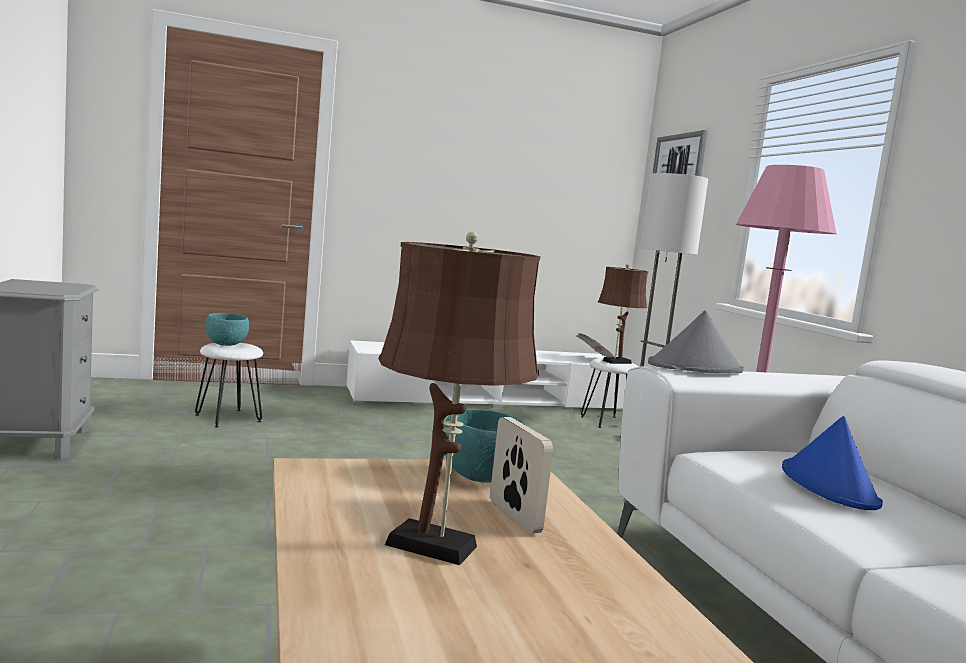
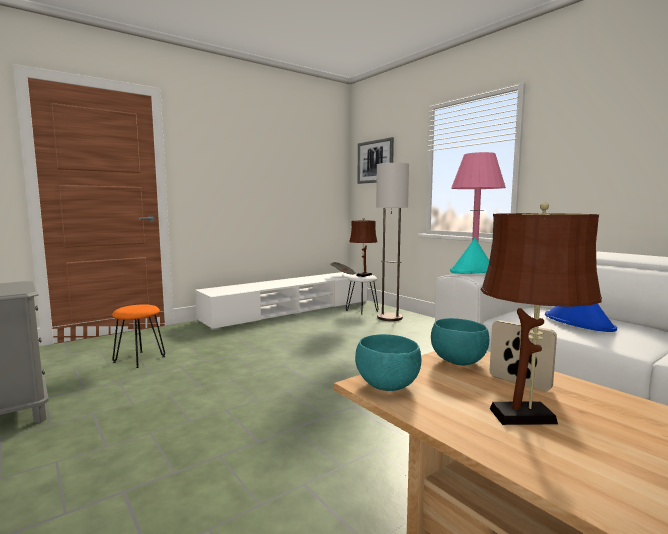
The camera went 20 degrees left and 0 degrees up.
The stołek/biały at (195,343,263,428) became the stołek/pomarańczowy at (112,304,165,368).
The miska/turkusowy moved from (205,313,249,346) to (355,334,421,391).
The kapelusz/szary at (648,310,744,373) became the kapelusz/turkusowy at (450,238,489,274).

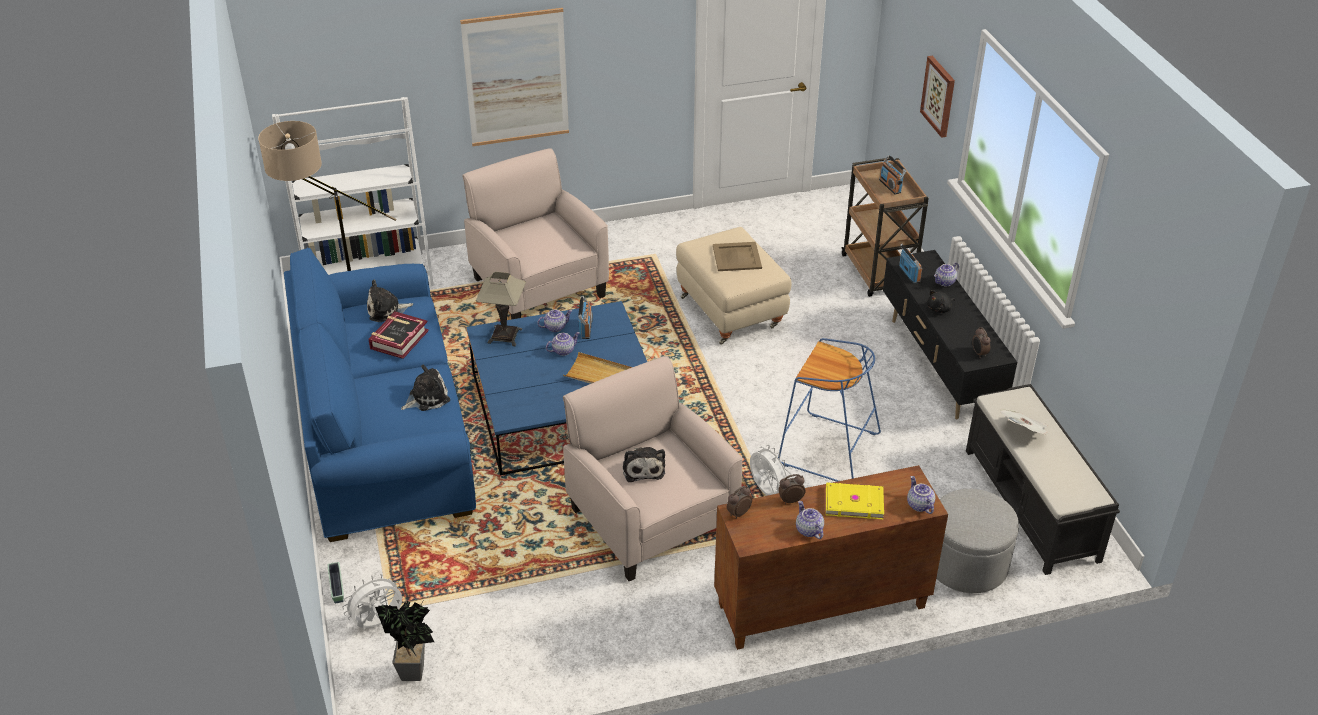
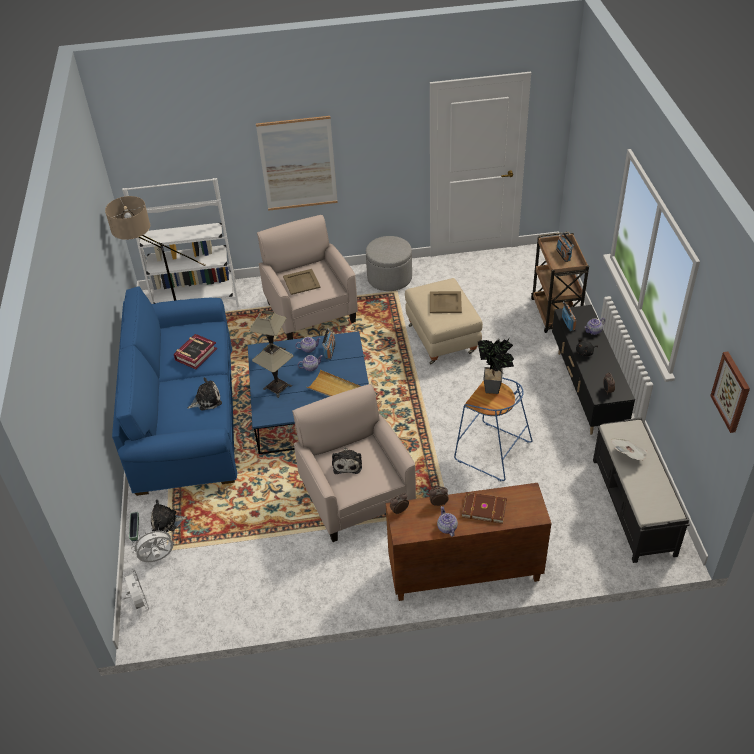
The camera went 10 degrees right and 5 degrees up.
The wentylator/biały moved from (750,445,791,496) to (122,569,149,611).
The pluszak moved from (367,280,413,322) to (151,500,187,532).
The lampa stołowa at (252,343,293,398) appeared.
The taca/beżowy at (283,269,321,295) appeared.
The pufa/szary moved from (936,489,1019,593) to (366,236,412,291).
The książka/żółty at (826,482,884,519) became the książka/brązowy at (462,492,507,524).
The roślina doniczkowa moved from (375,597,434,681) to (478,337,514,394).
The obraz moved from (920,56,955,138) to (710,352,750,433).
The imbryk at (907,476,935,514) disappeared.

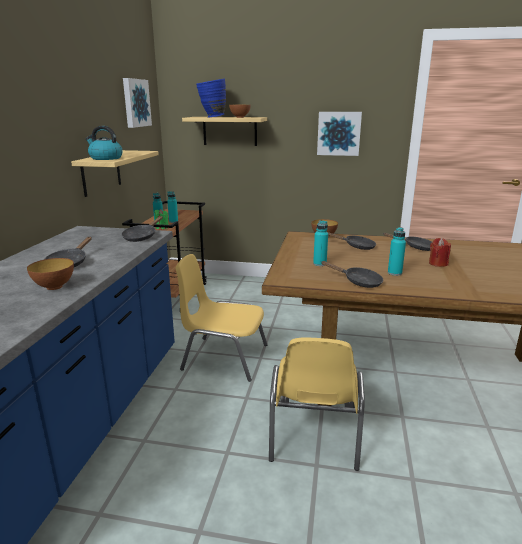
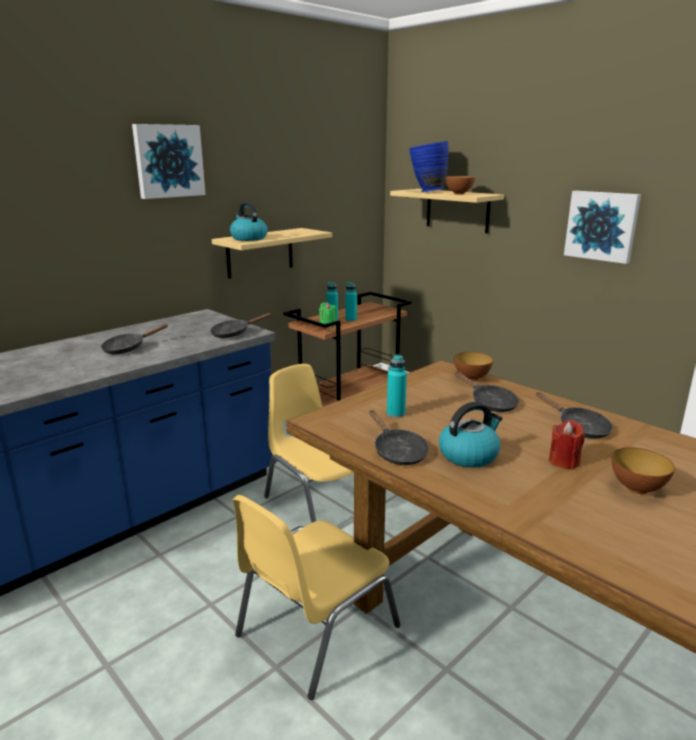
The camera went 35 degrees right and 0 degrees up.
The obraz moved from (123,78,152,128) to (132,124,206,199).
The butelka/turkusowy at (388,227,406,276) was replaced by the czajnik at (439,402,503,468).
The miska moved from (27,258,74,290) to (612,447,675,494).

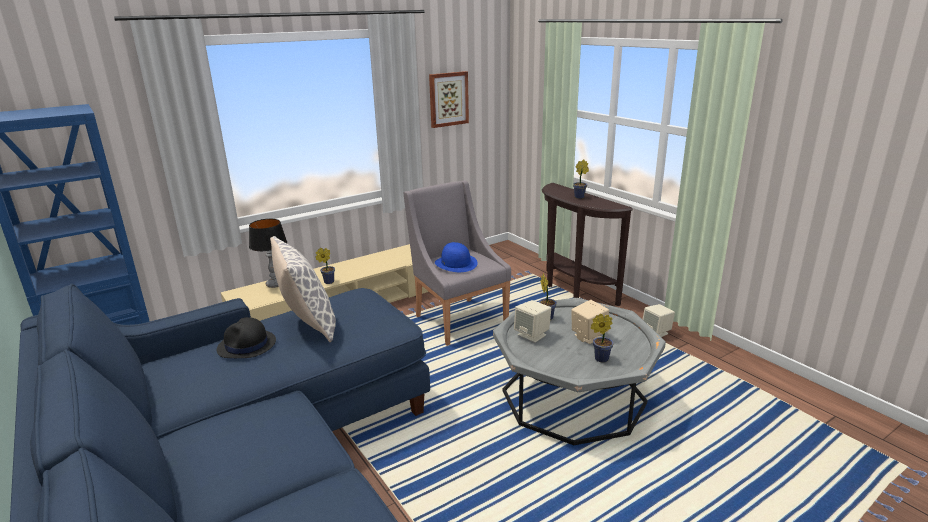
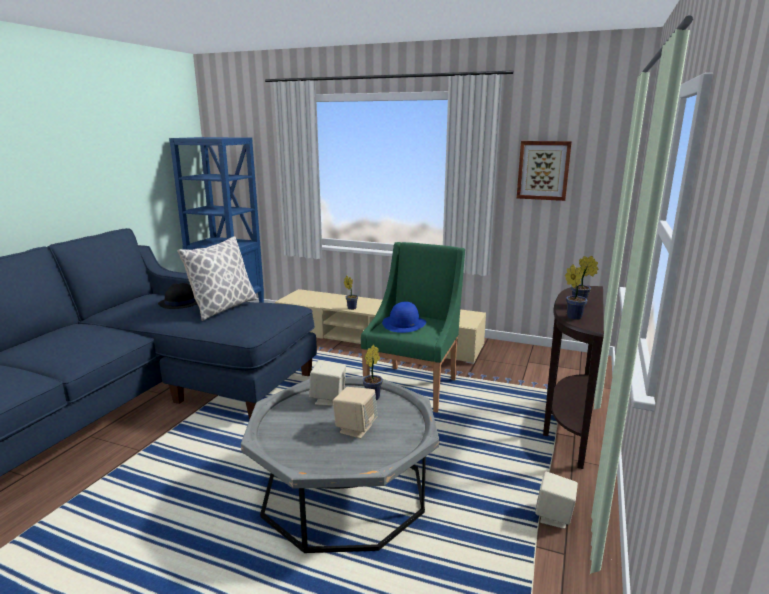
The camera went 55 degrees right and 5 degrees down.
The fotel/szary at (404,181,511,346) became the fotel/zielony at (361,242,465,413).
The roślina doniczkowa moved from (591,314,613,363) to (565,265,588,320).
The lampa stołowa at (249,219,287,288) disappeared.

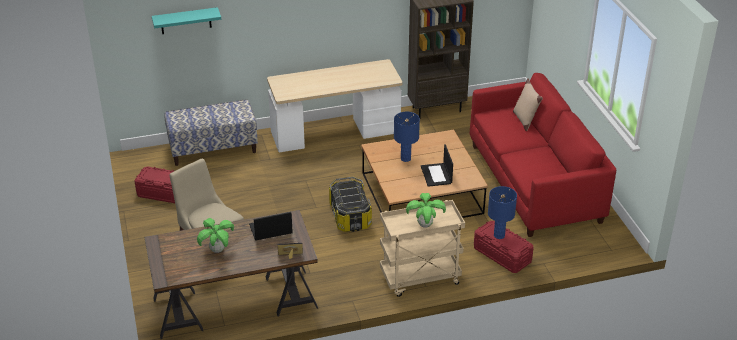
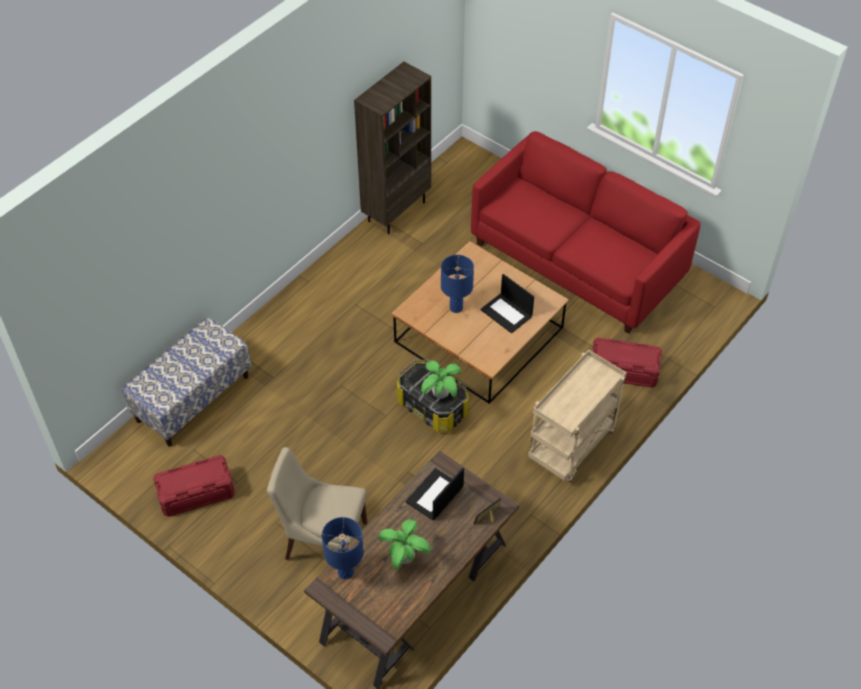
The camera went 35 degrees left and 15 degrees up.
The lampa stołowa/niebieski moved from (488,186,517,239) to (322,517,364,579).
The roślina doniczkowa moved from (406,193,446,228) to (421,361,461,399).
The półka/turkusowy at (152,7,221,34) disappeared.
The biurko at (267,59,403,152) disappeared.
The poduszka/beżowy at (513,78,543,132) disappeared.

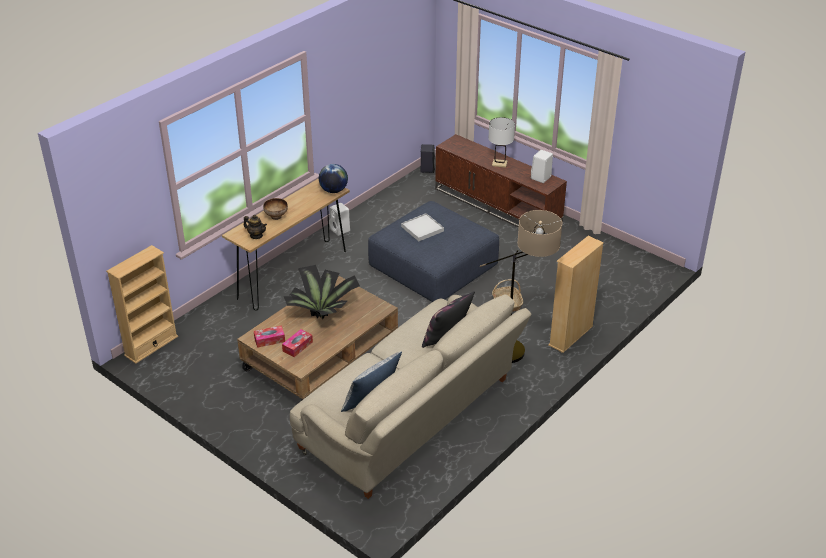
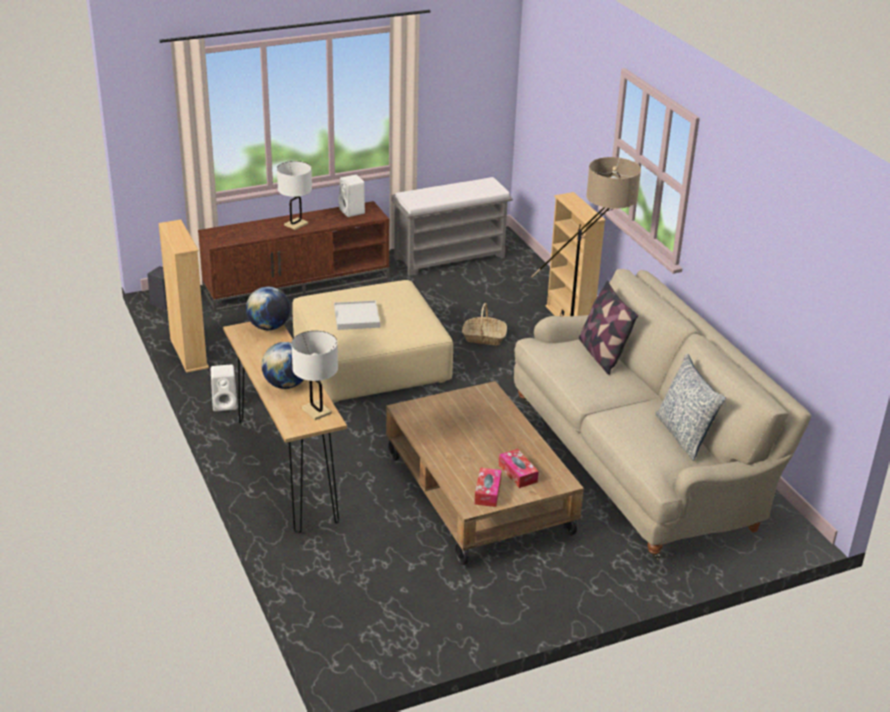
The camera went 65 degrees left and 5 degrees down.
The regał/beżowy moved from (106,245,178,364) to (158,220,209,373).
The miska at (263,198,288,220) was replaced by the globus at (261,342,304,389).
The imbryk at (244,215,267,239) was replaced by the lampa stołowa/biały at (291,331,338,420).
The pufa/niebieski at (368,201,499,302) became the pufa/beżowy at (292,280,453,403).
The ławka/szary at (391,177,513,276) appeared.
The roślina doniczkowa at (284,265,360,319) disappeared.

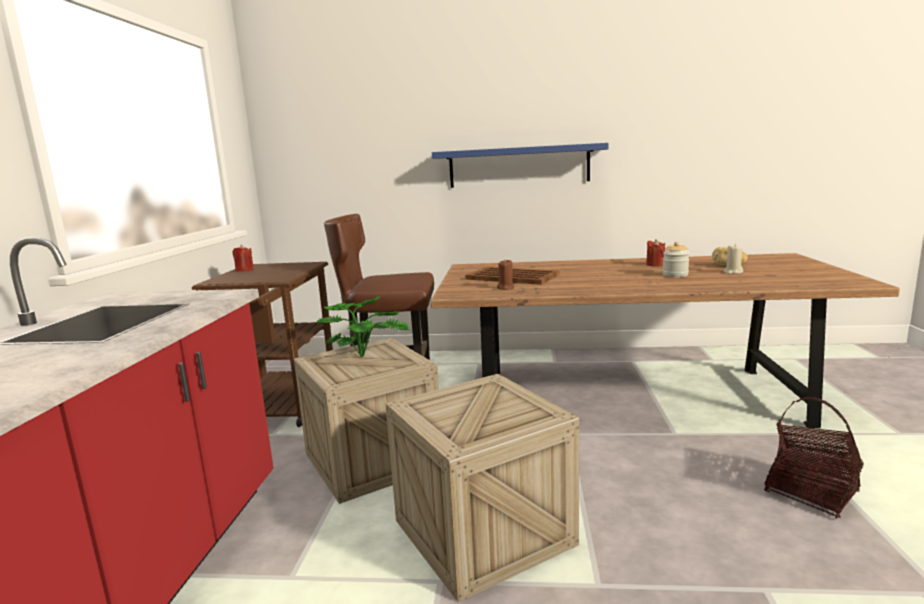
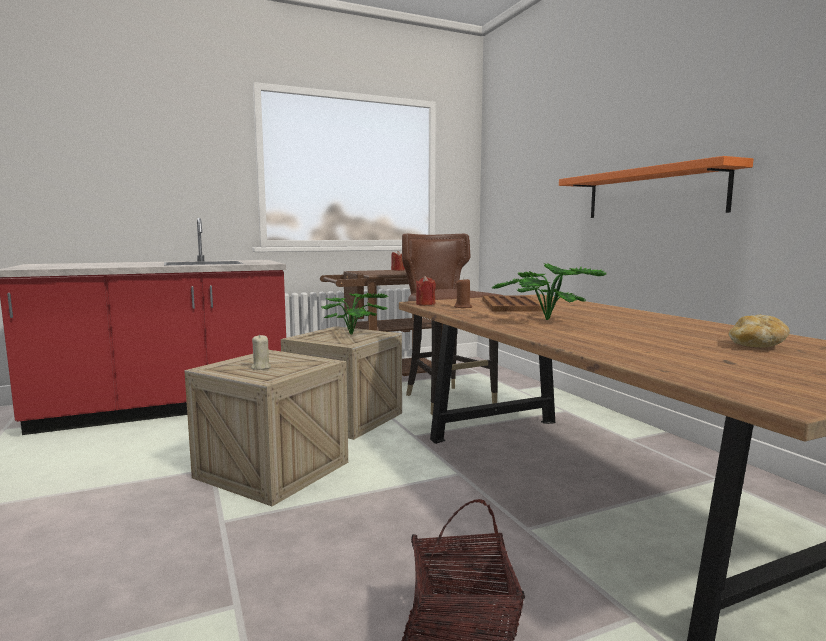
The camera went 60 degrees right and 5 degrees down.
The świeca/beżowy moved from (723,245,743,274) to (251,335,271,370).
The świeca/czerwony moved from (646,239,665,267) to (416,276,436,305).
The roślina doniczkowa at (492,262,606,320) appeared.
The półka/niebieski at (432,143,609,188) became the półka/pomarańczowy at (559,156,753,218).
The słoik at (662,242,690,277) disappeared.

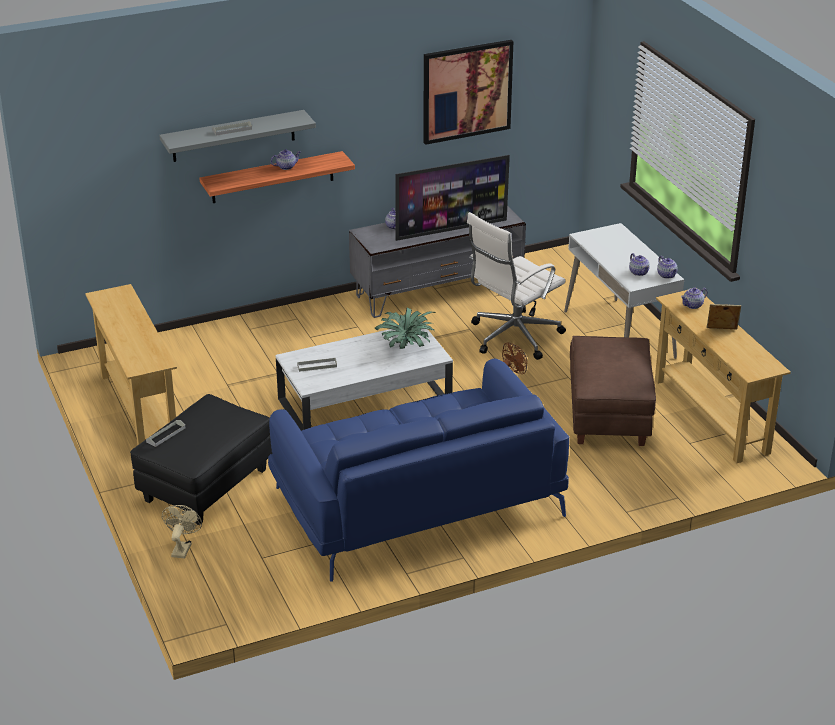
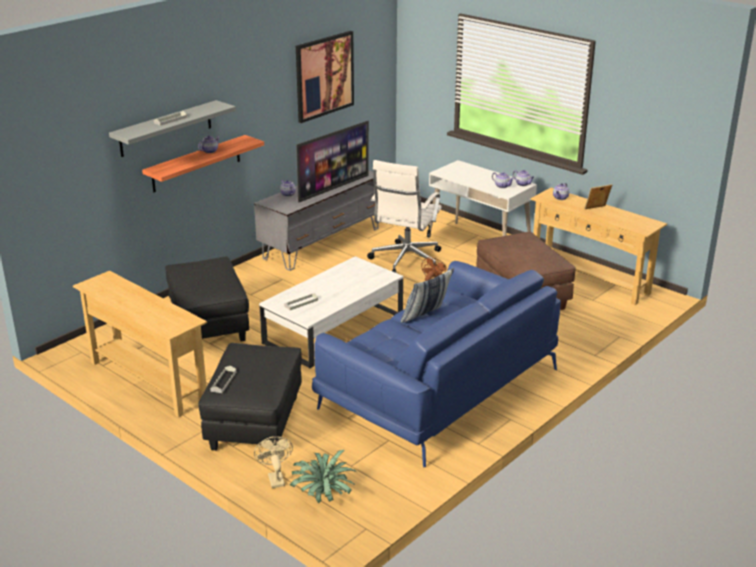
The camera went 25 degrees left and 5 degrees down.
The pufa/czarny at (165,257,249,342) appeared.
The roślina doniczkowa moved from (375,308,436,349) to (290,450,357,503).
The poduszka at (401,268,454,323) appeared.

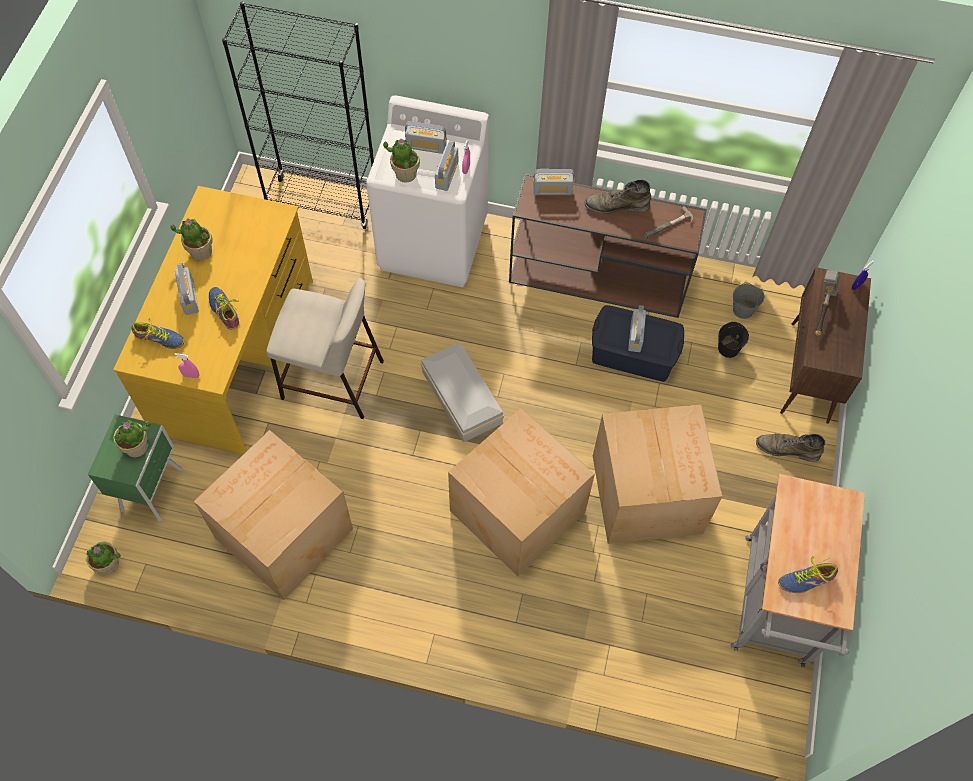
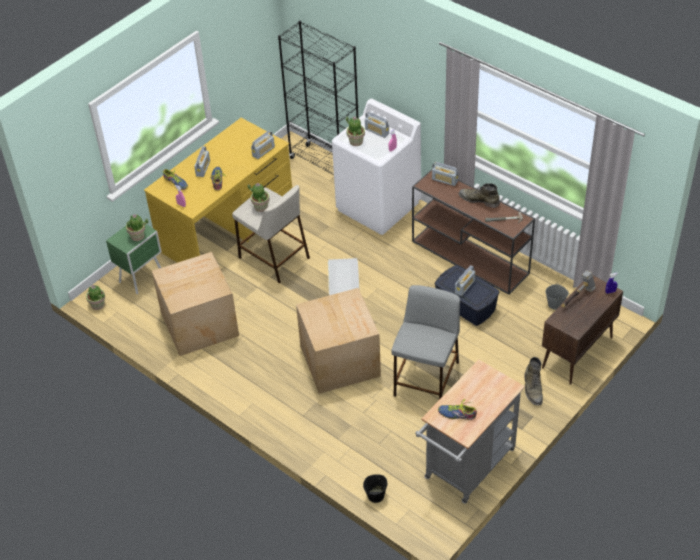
The camera went 30 degrees right and 15 degrees down.
The roślina doniczkowa moved from (170,219,212,261) to (248,183,269,212).
The radio moved from (435,141,458,191) to (251,131,275,159).
The wiadro/czarny moved from (718,322,749,358) to (363,475,388,503).
The karton at (593,404,722,544) was replaced by the stołek/szary at (391,285,460,400).
The but z cholewką/zielony at (756,434,826,462) turned 135 degrees counterclockwise.

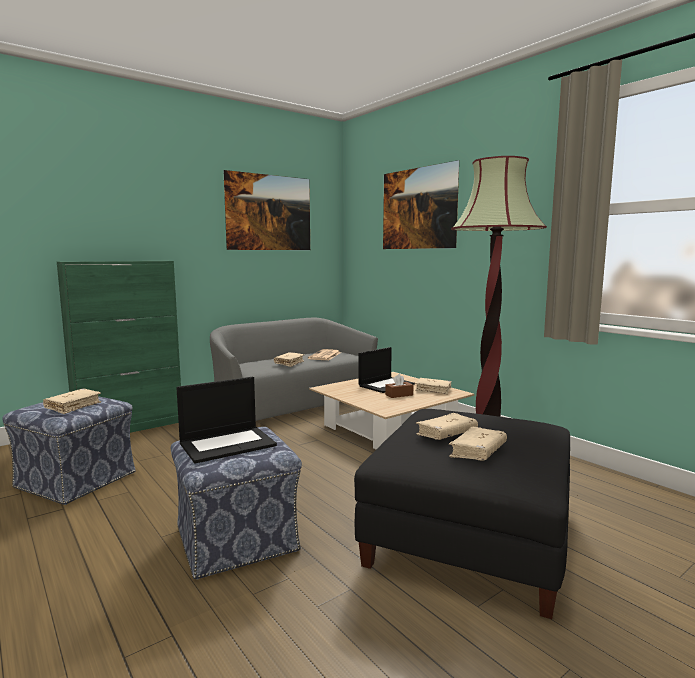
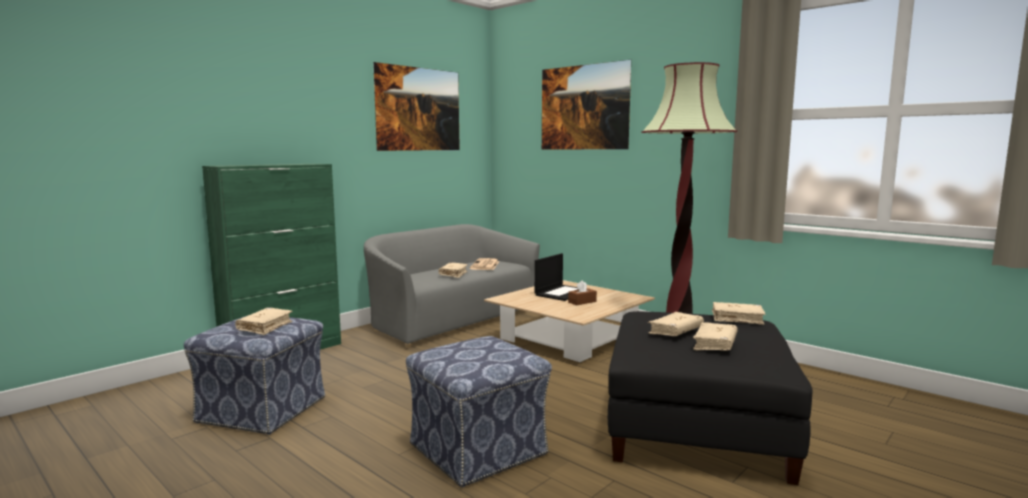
The camera went 10 degrees left and 0 degrees up.
The książka/beżowy moved from (415,378,451,394) to (712,302,766,325).
The laptop at (176,377,277,464) disappeared.

